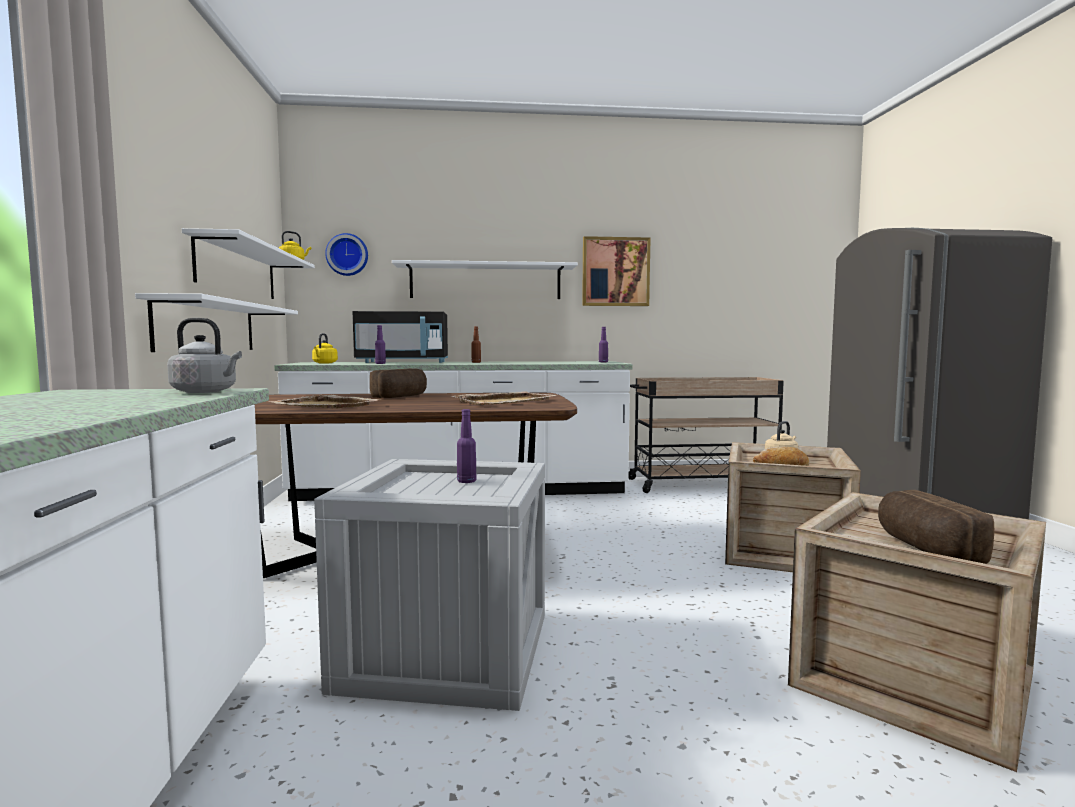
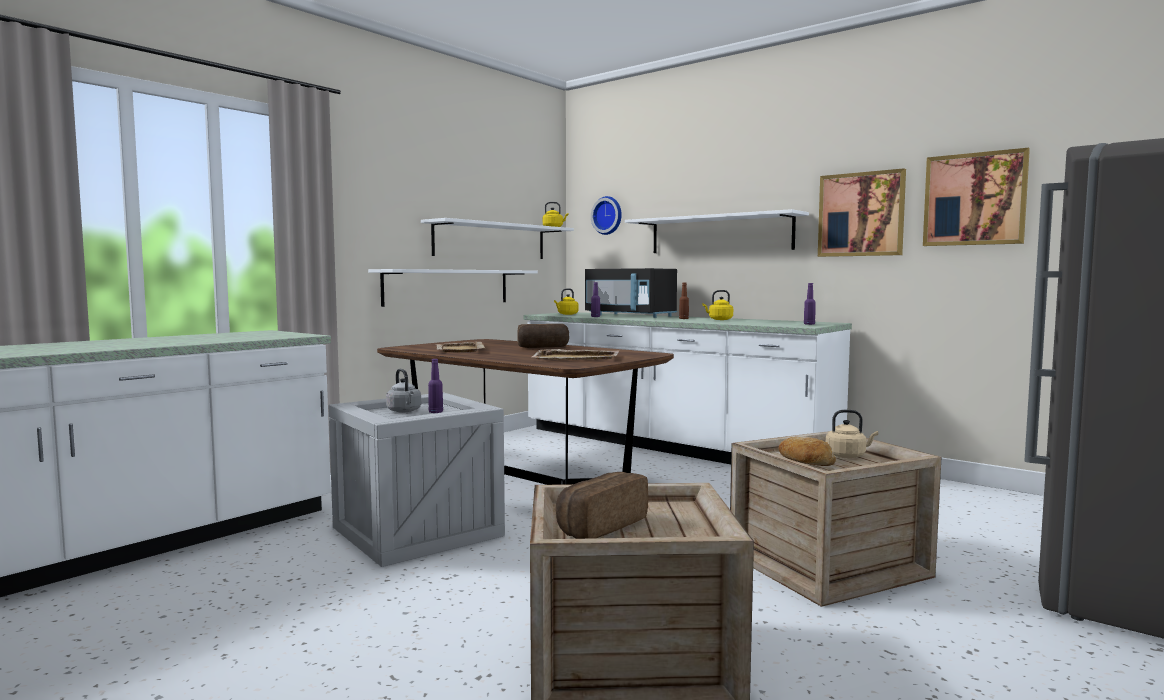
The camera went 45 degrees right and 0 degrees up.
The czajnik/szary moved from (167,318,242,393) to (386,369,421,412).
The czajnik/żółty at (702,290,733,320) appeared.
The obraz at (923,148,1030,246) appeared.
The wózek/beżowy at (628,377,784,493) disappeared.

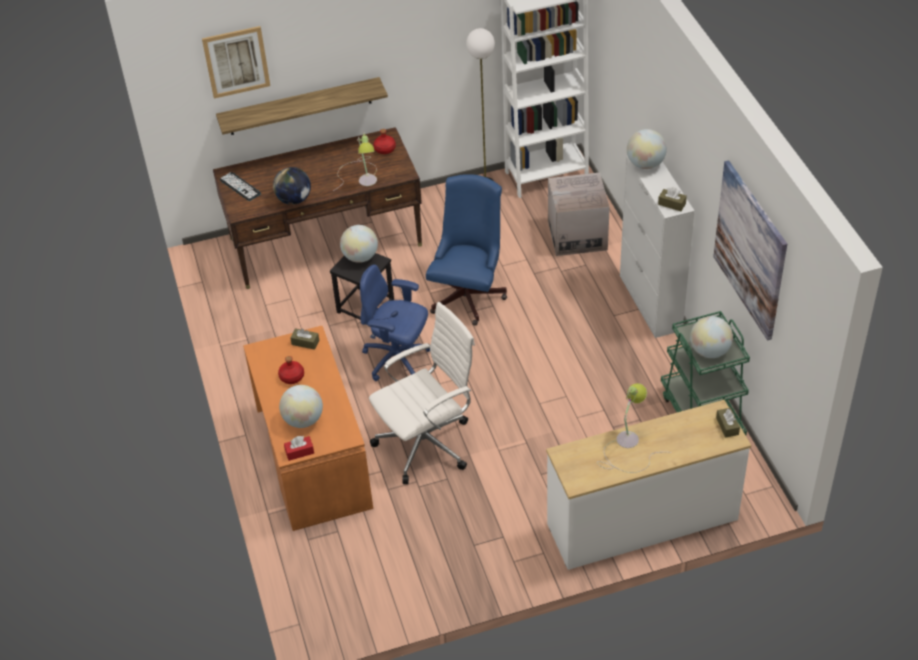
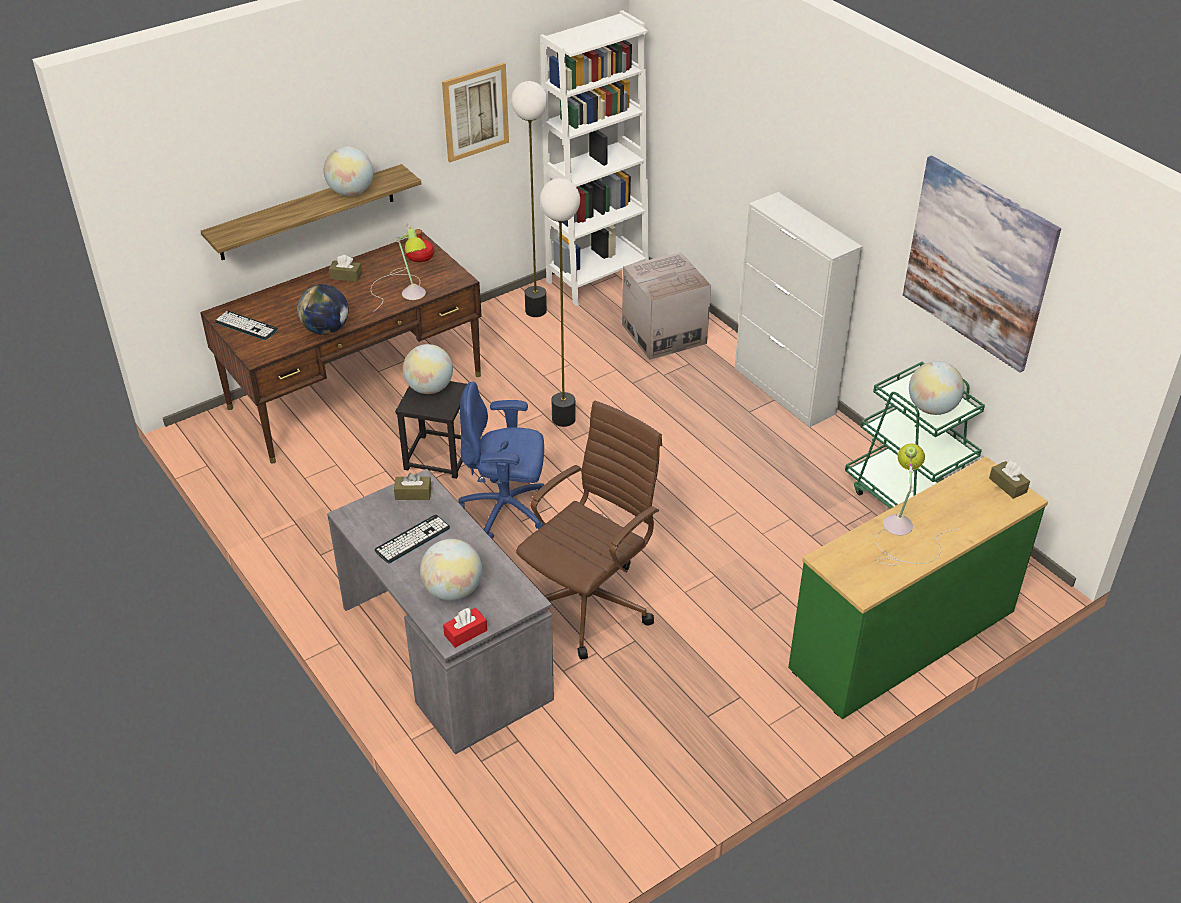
The camera went 20 degrees left and 5 degrees down.
The globus moved from (627,129,667,169) to (324,146,373,196).
The biurko/pomarańczowy at (243,326,373,531) became the biurko/szary at (327,469,554,755).
The pudełko chusteczek/brązowy moved from (658,187,687,211) to (329,255,362,282).
The butelka/czerwony at (278,356,304,384) was replaced by the klawiatura at (374,515,450,564).
The obraz moved from (202,26,270,98) to (442,63,509,163).
The krzesło biurowe/biały at (369,302,475,484) became the krzesło biurowe/brązowy at (516,400,662,660).
The krzesło biurowe/niebieski at (426,174,507,325) was replaced by the lampa stojąca at (540,178,580,427).
The komoda/biały at (546,400,751,570) became the komoda/zielony at (788,456,1048,719).

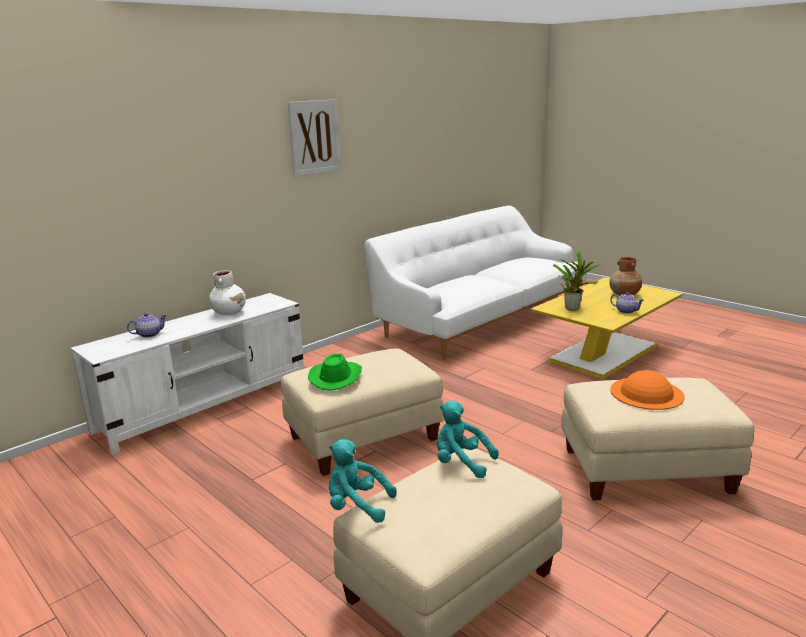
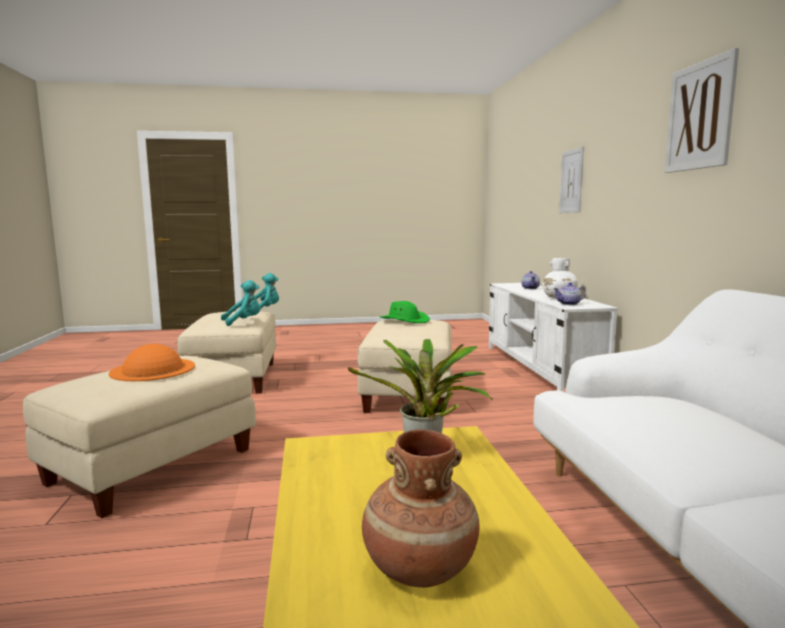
The camera went 125 degrees right and 10 degrees down.
The imbryk moved from (610,292,644,314) to (553,282,586,305).
The obraz at (559,147,584,213) appeared.

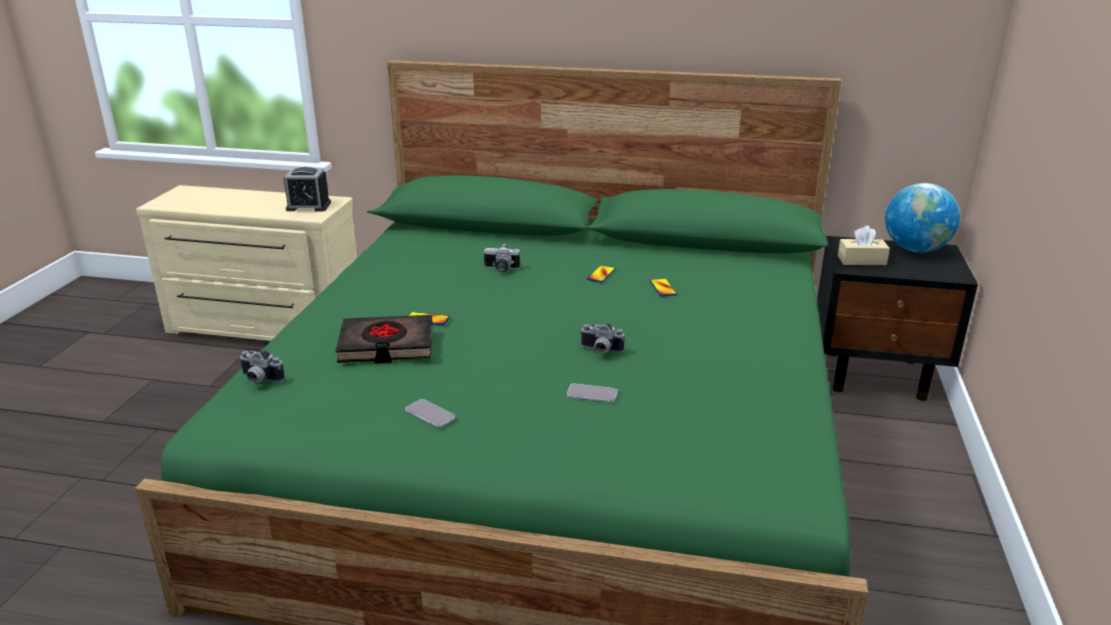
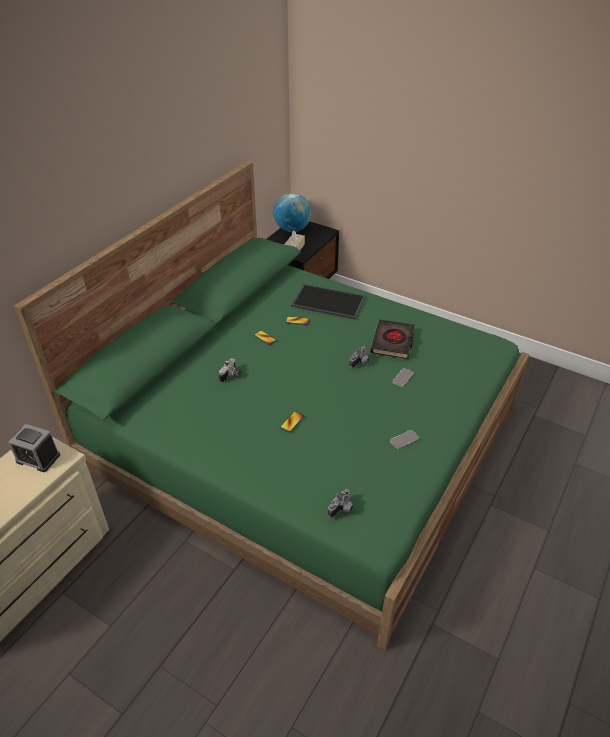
The camera went 70 degrees left and 15 degrees up.
The budzik at (284,167,331,211) turned 90 degrees clockwise.
The taca at (291,284,365,320) appeared.
The książka/czarny moved from (336,315,433,363) to (370,319,415,359).

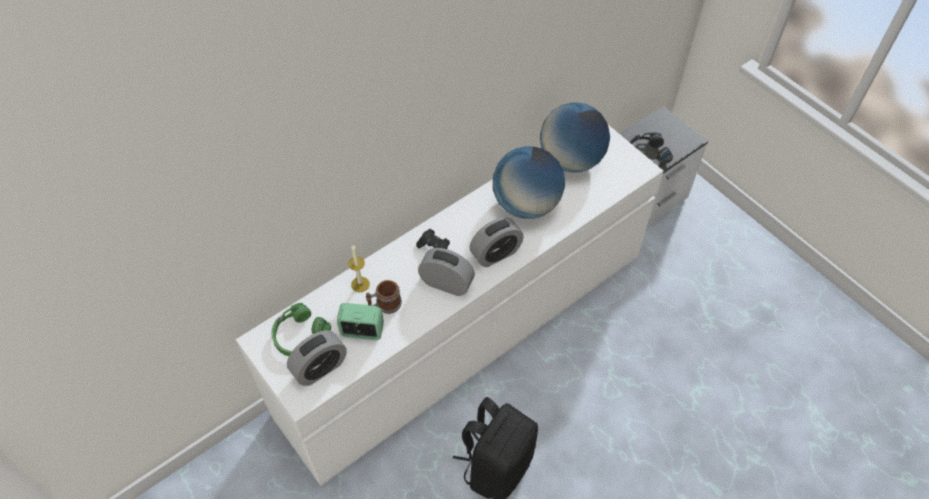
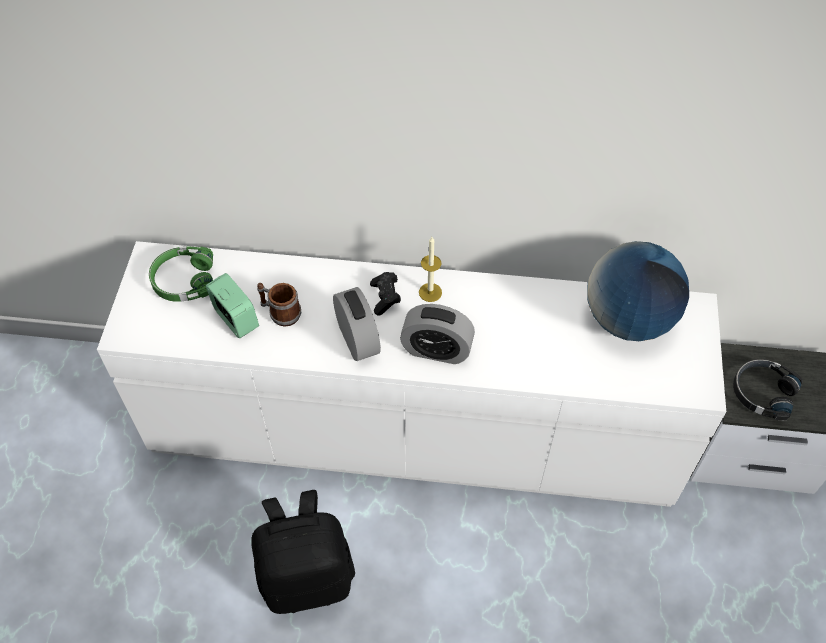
The camera went 45 degrees right and 0 degrees up.
The świeca moved from (348,245,370,292) to (419,237,442,302).
The budzik at (287,330,347,386) disappeared.
The globus at (493,146,565,219) disappeared.

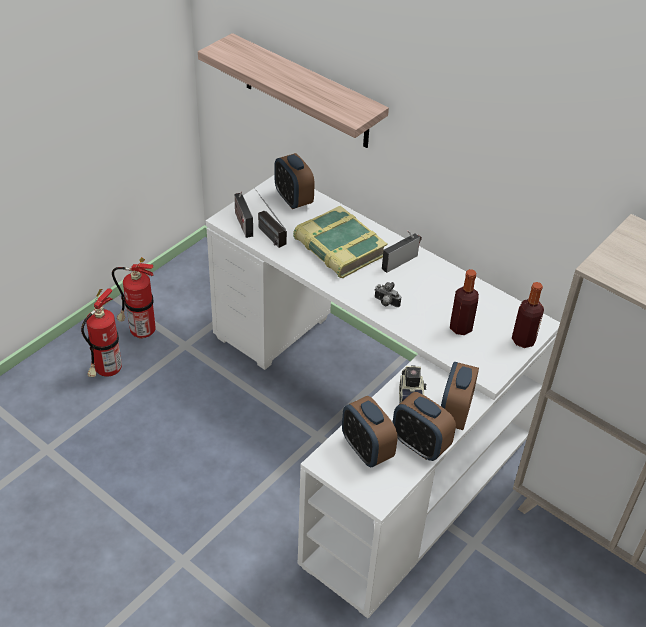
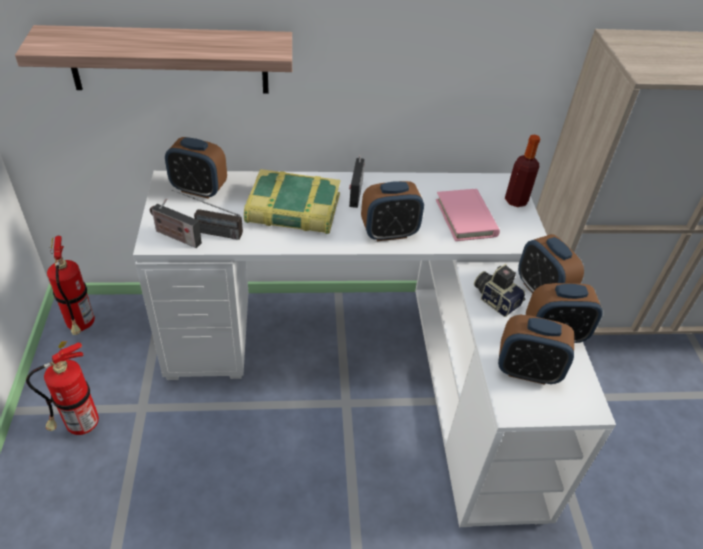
The camera went 45 degrees left and 0 degrees up.
The gaśnica moved from (81,288,122,377) to (47,236,95,335).
The aparat fotograficzny at (374,282,401,307) was replaced by the budzik at (361,181,424,241).
The butelka at (450,269,479,335) was replaced by the książka/różowy at (436,189,500,241).

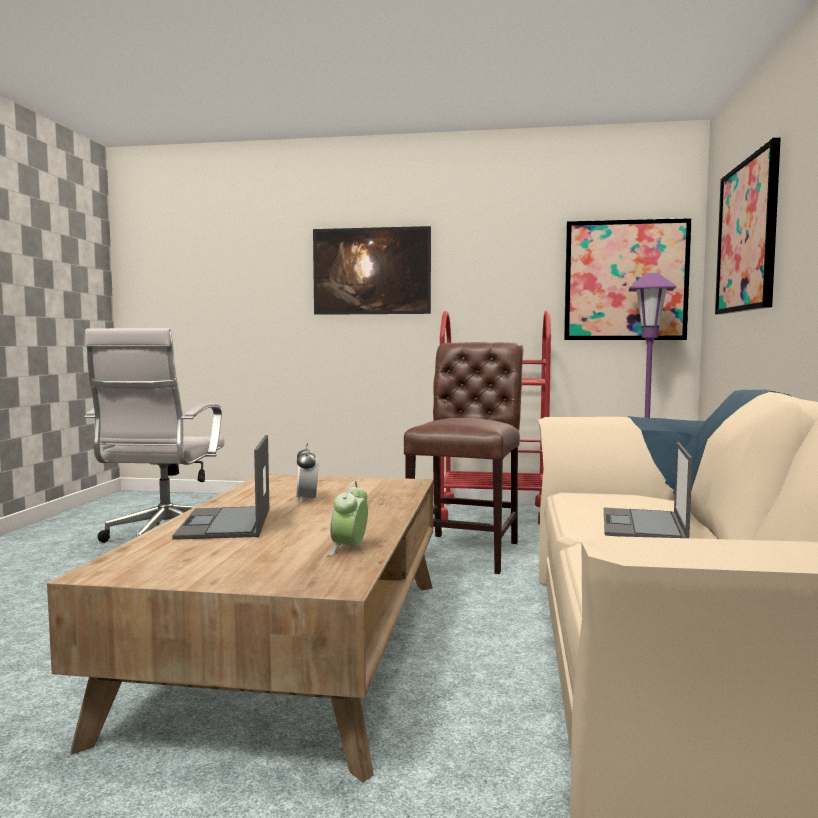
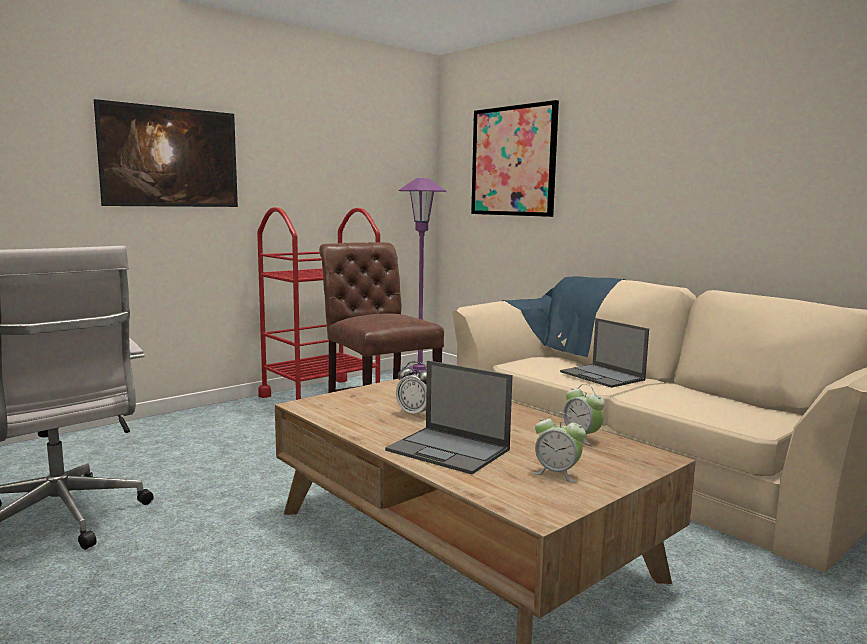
The camera went 50 degrees left and 5 degrees up.
The budzik at (534,412,586,482) appeared.
The obraz at (564,218,692,340) disappeared.

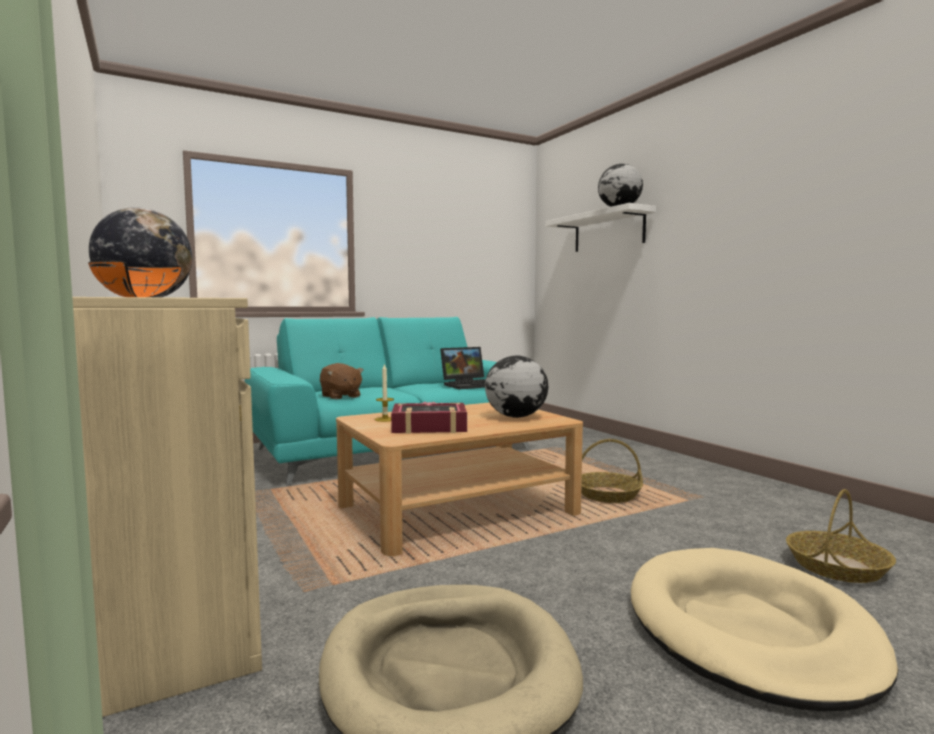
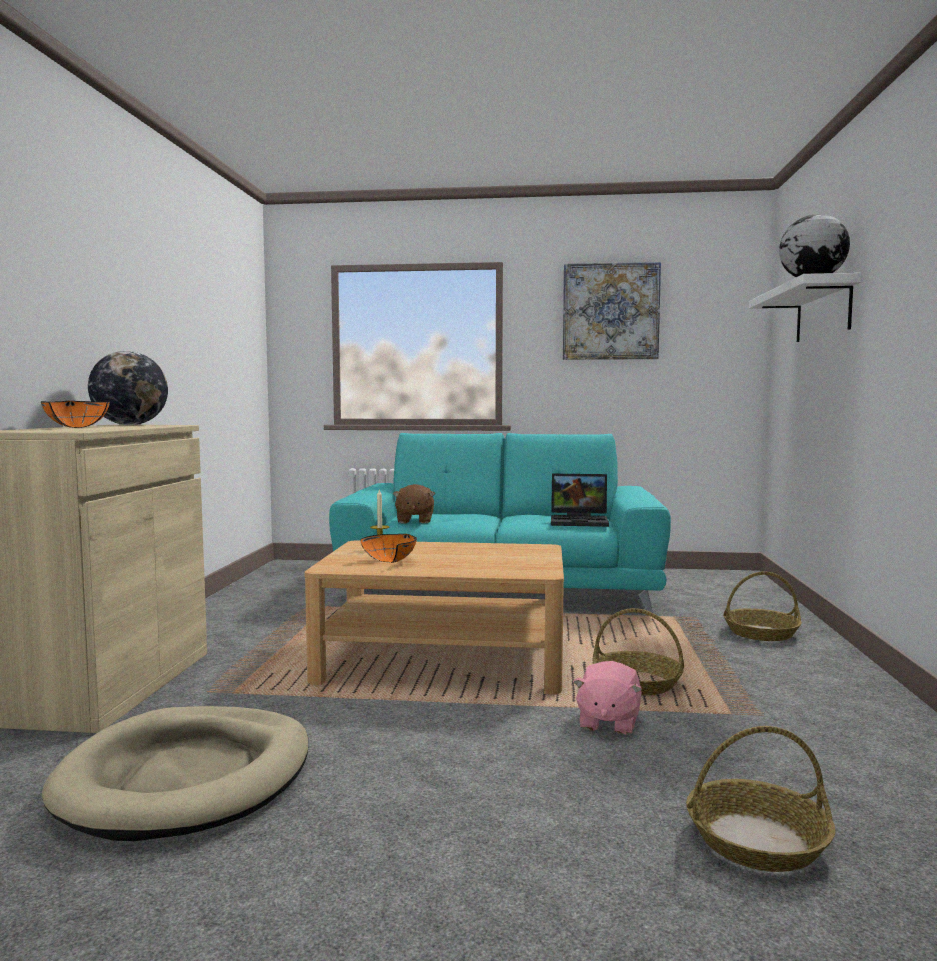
The camera went 35 degrees right and 0 degrees up.
The książka at (391,402,467,434) was replaced by the miska/pomarańczowy at (360,534,417,563).
The obraz at (563,262,661,360) appeared.
The pluszak/różowy at (573,661,642,735) appeared.
The koszyk at (723,571,802,641) appeared.
The globus at (485,355,548,418) disappeared.
The legowisko/beżowy at (631,548,898,711) disappeared.

